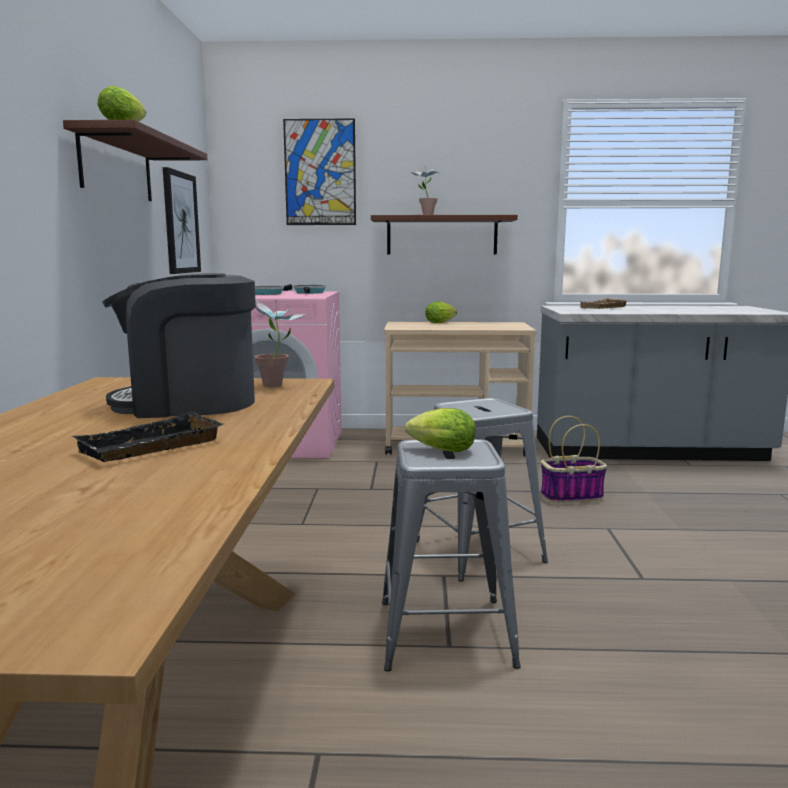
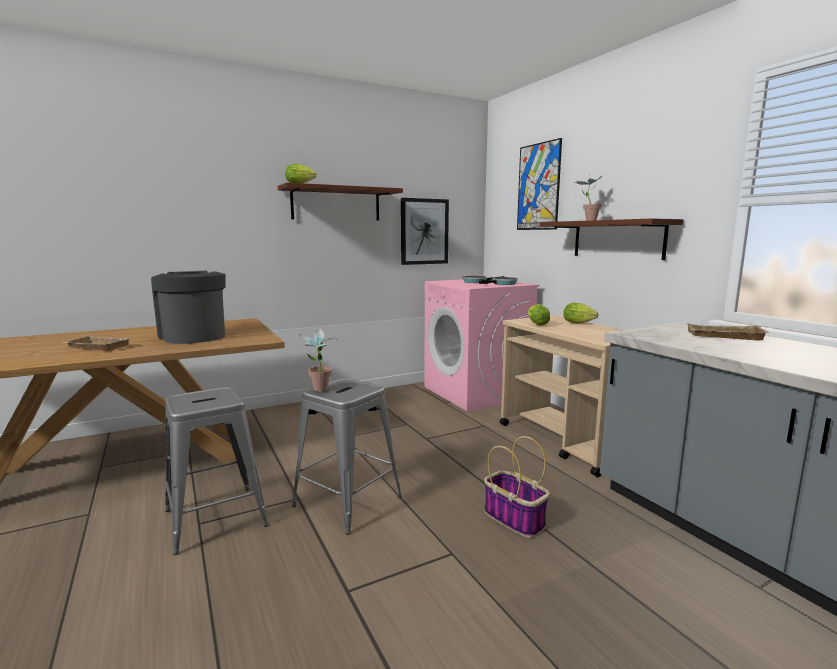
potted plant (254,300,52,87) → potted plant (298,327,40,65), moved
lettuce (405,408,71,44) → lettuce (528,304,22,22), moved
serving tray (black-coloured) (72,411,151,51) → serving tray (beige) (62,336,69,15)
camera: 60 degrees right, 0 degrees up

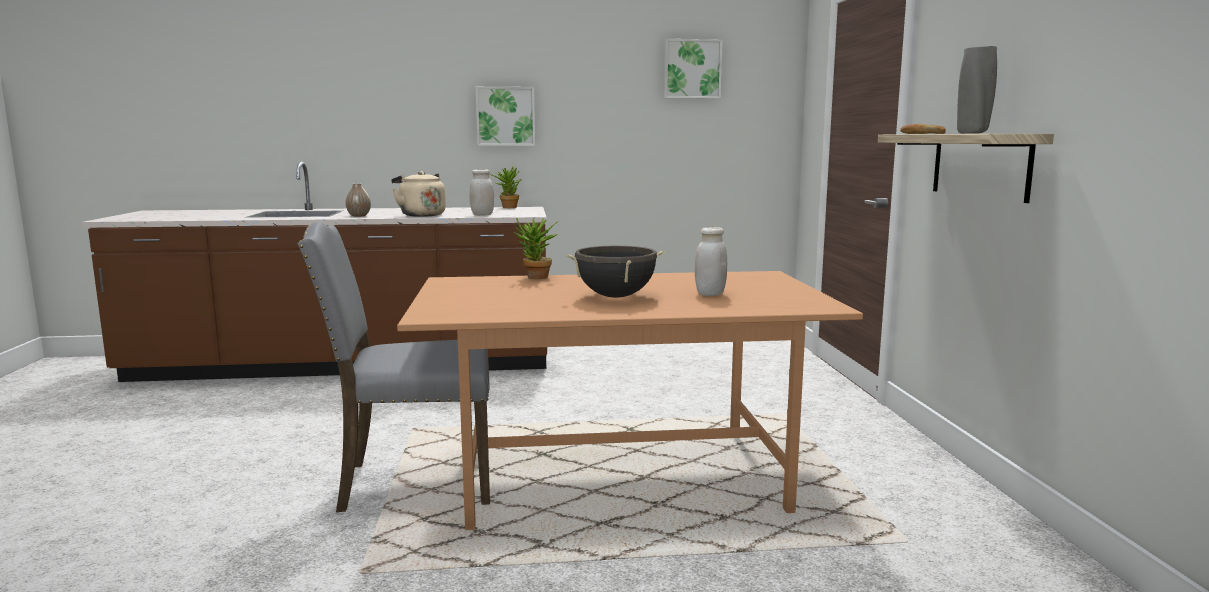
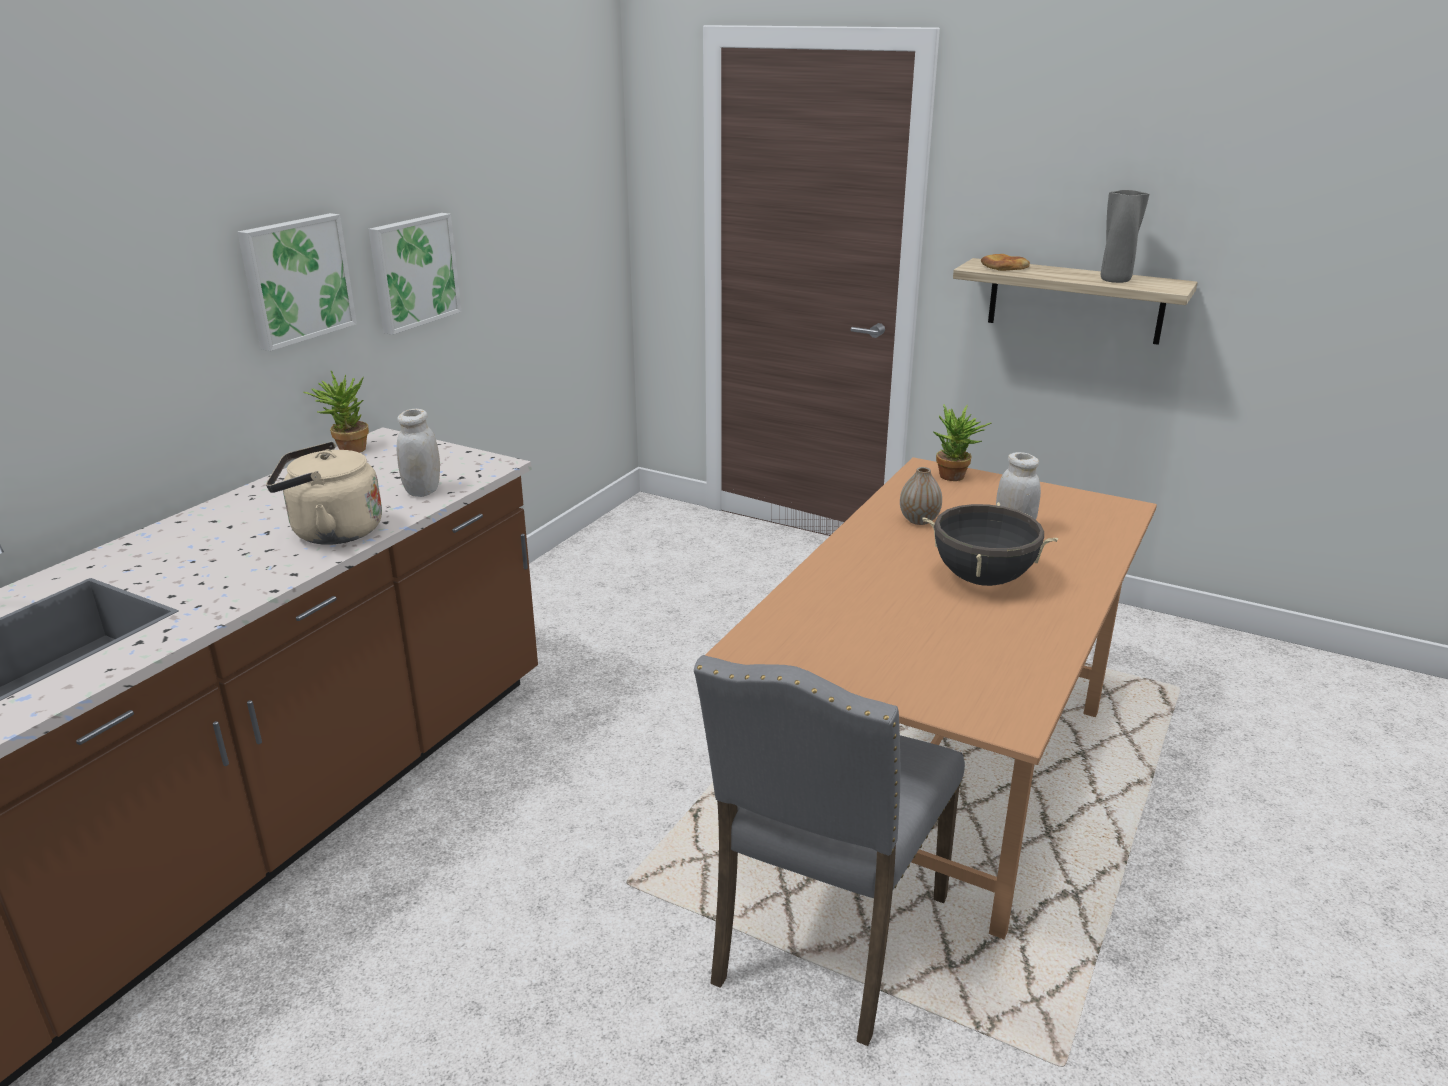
flower vase (346,184,25,33) → flower vase (900,467,42,58), moved
potted plant (514,218,45,61) → potted plant (933,404,58,77), moved
wall art (664,39,59,60) → wall art (368,213,94,122), moved
camera: 55 degrees left, 15 degrees up

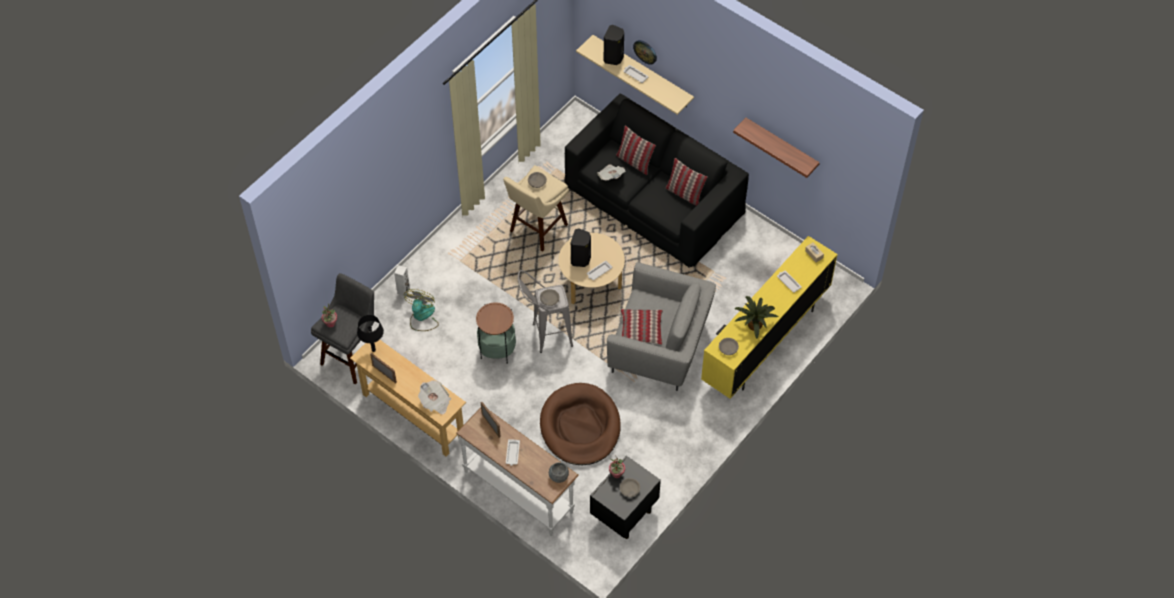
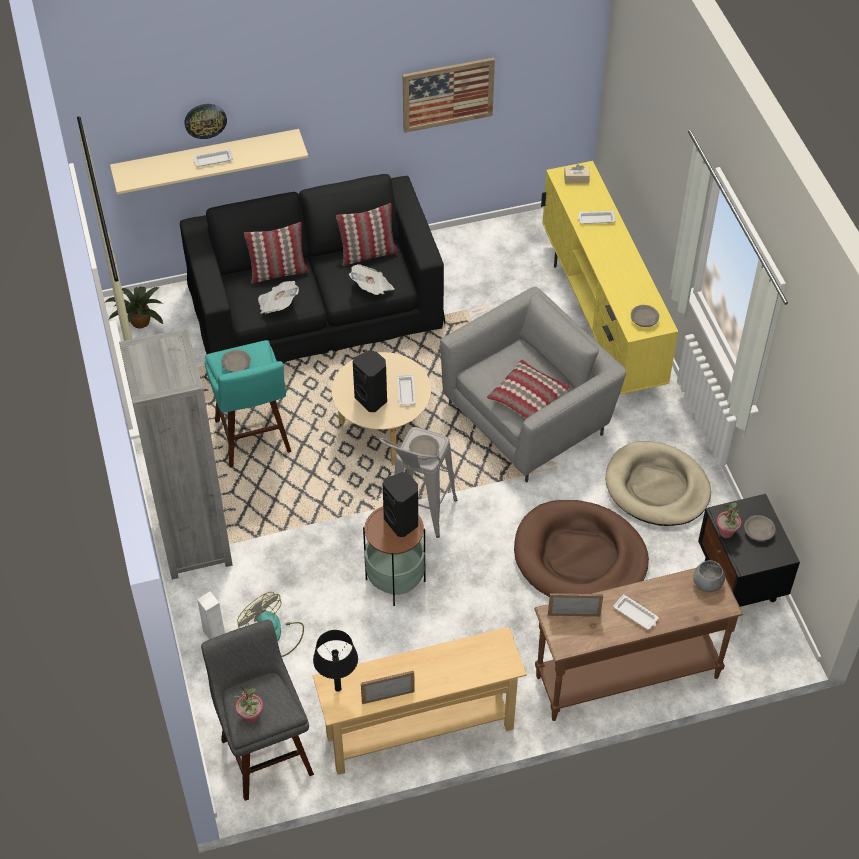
- → bookcase (gray) (119,328,114,252)
- → pet bed (beige) (605,441,106,85)
newspaper (418,380,33,35) → newspaper (349,264,45,31), moved
speaker (black-coloured) (604,25,20,40) → speaker (black-coloured) (383,472,35,65), moved
potted plant (734,296,44,43) → potted plant (105,287,58,41), moved
shelf (733,118,87,60) → wall art (403,58,92,75)
hall table (white) (456,408,123,128) → hall table (brown) (534,562,209,159)
stool (beige) (503,165,66,87) → stool (turquoise-coloured) (205,340,86,127)
camera: 55 degrees left, 5 degrees down

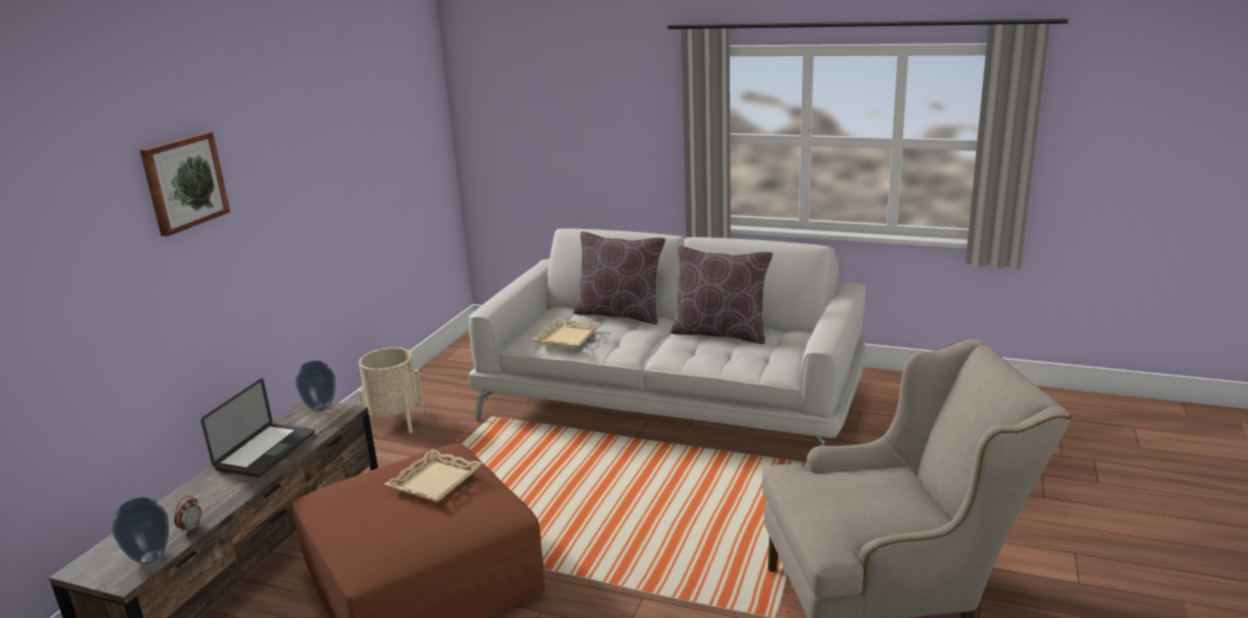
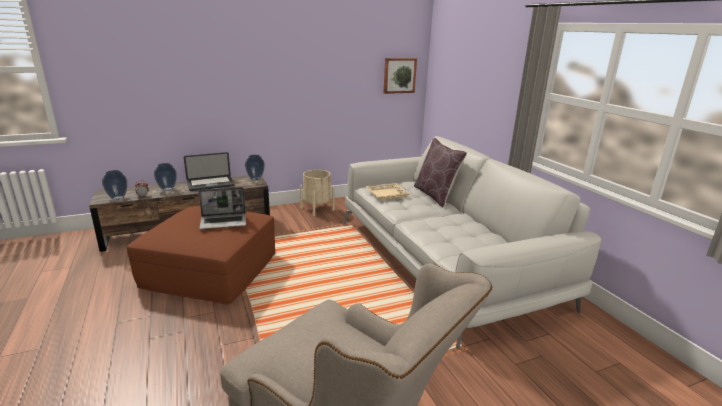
pillow (brown) (670,246,103,98) → -
- → flower vase (154,163,23,28)
wall art (140,132,90,104) → wall art (384,58,33,36), moved
serving tray (beige) (385,449,98,53) → portable computer (198,187,48,42)
camera: 45 degrees right, 0 degrees up

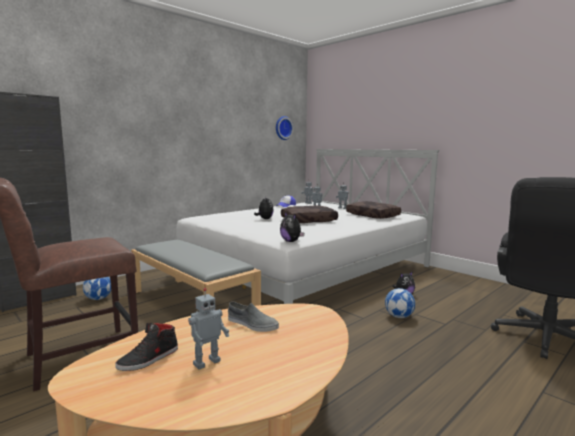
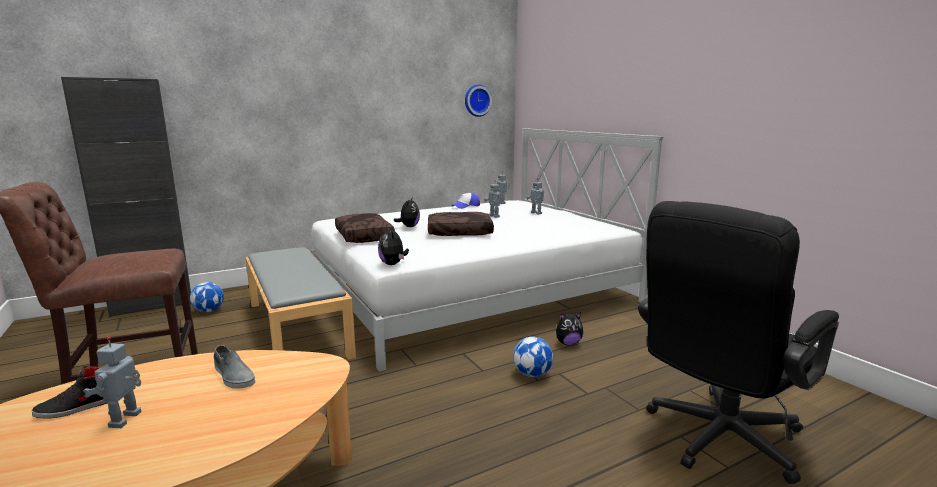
pillow (brown) (346,201,55,18) → pillow (brown) (335,213,60,30), moved
model robot (188,288,41,81) → model robot (83,337,58,91), 120 degrees clockwise
camera: 15 degrees right, 5 degrees up

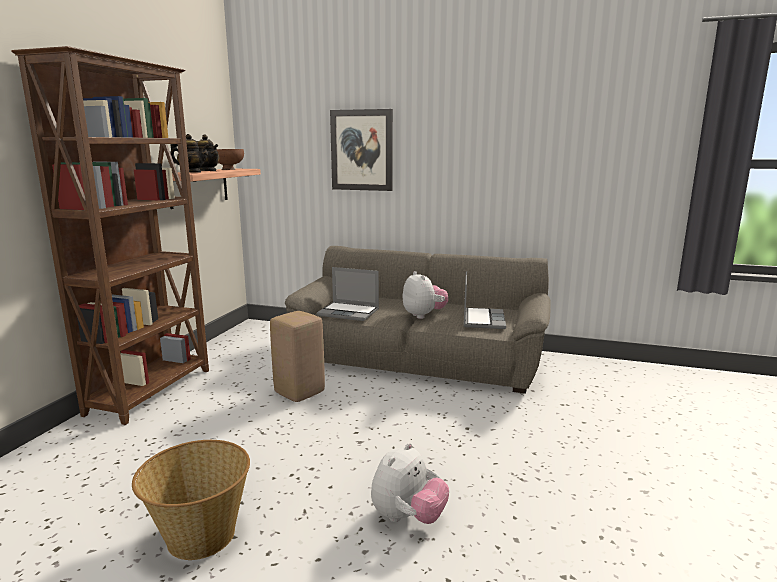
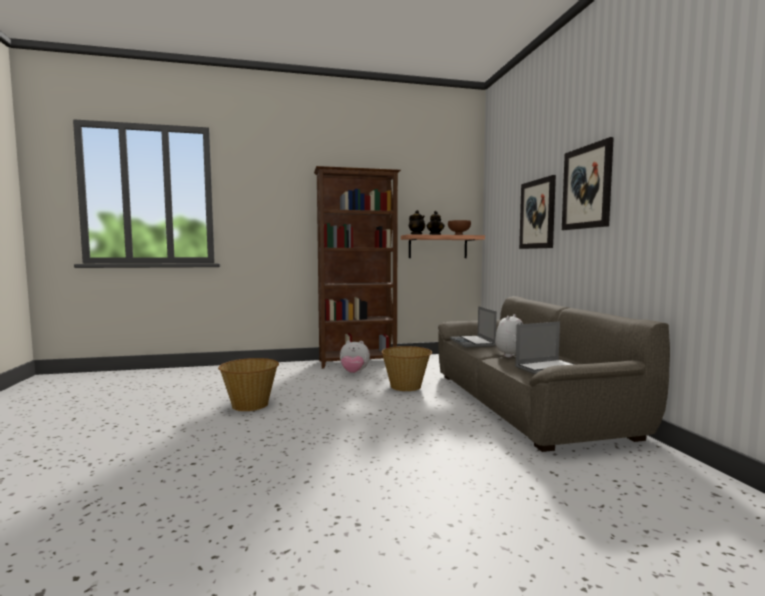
- → wall art (562,137,52,93)
soft toy (371,443,78,81) → soft toy (340,340,30,33), moved
stool (beige) (270,311,55,91) → storage basket (381,346,51,45)
camera: 60 degrees right, 10 degrees down

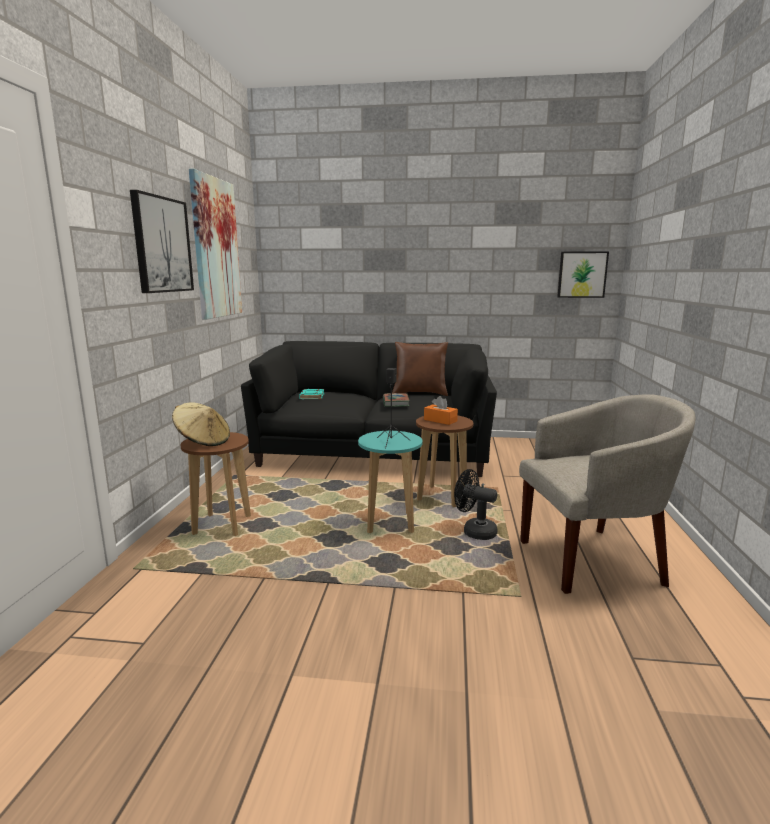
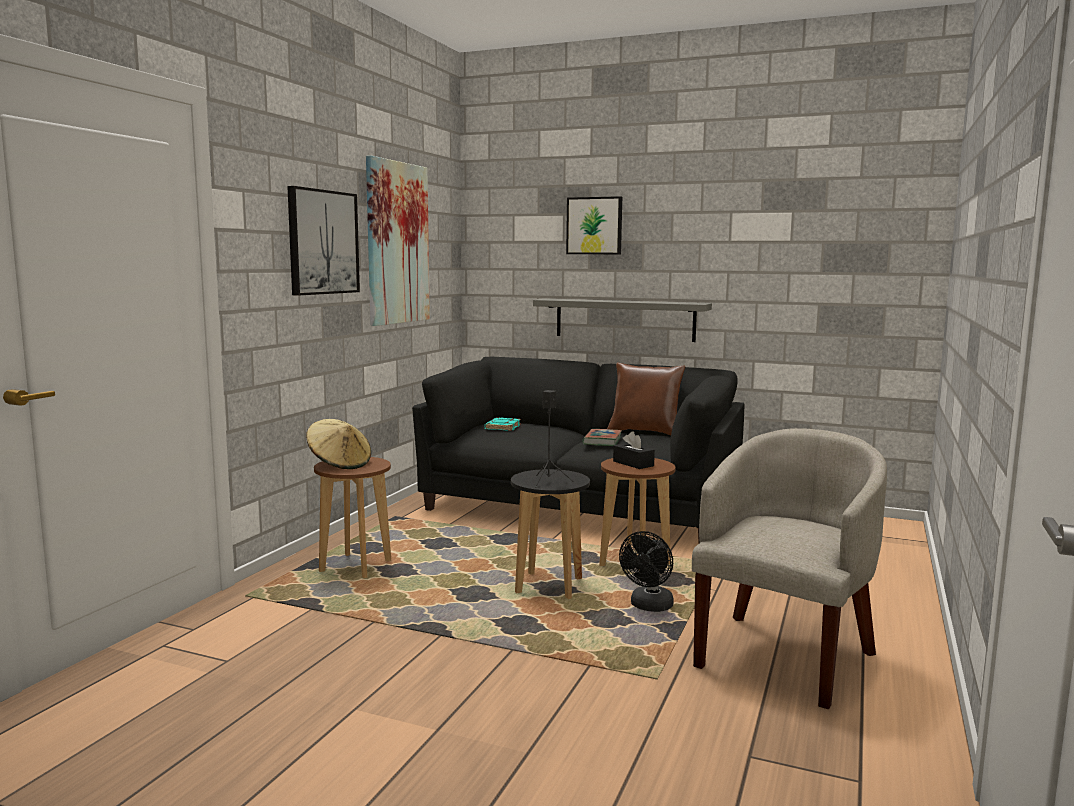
- → shelf (gray) (533,299,179,43)
wall art (557,251,52,47) → wall art (566,196,56,59), moved
stool (turquoise-coloured) (358,431,64,102) → stool (black-coloured) (511,469,79,130)
tissue box (orangey) (424,396,34,29) → tissue box (black-coloured) (613,432,42,37)
fan (black-coloured) (454,469,43,71) → fan (black-coloured) (619,531,55,81), 105 degrees counterclockwise
lounge chair (beige) (519,394,177,200) → lounge chair (beige) (692,428,195,281), 60 degrees counterclockwise
camera: 15 degrees right, 5 degrees down

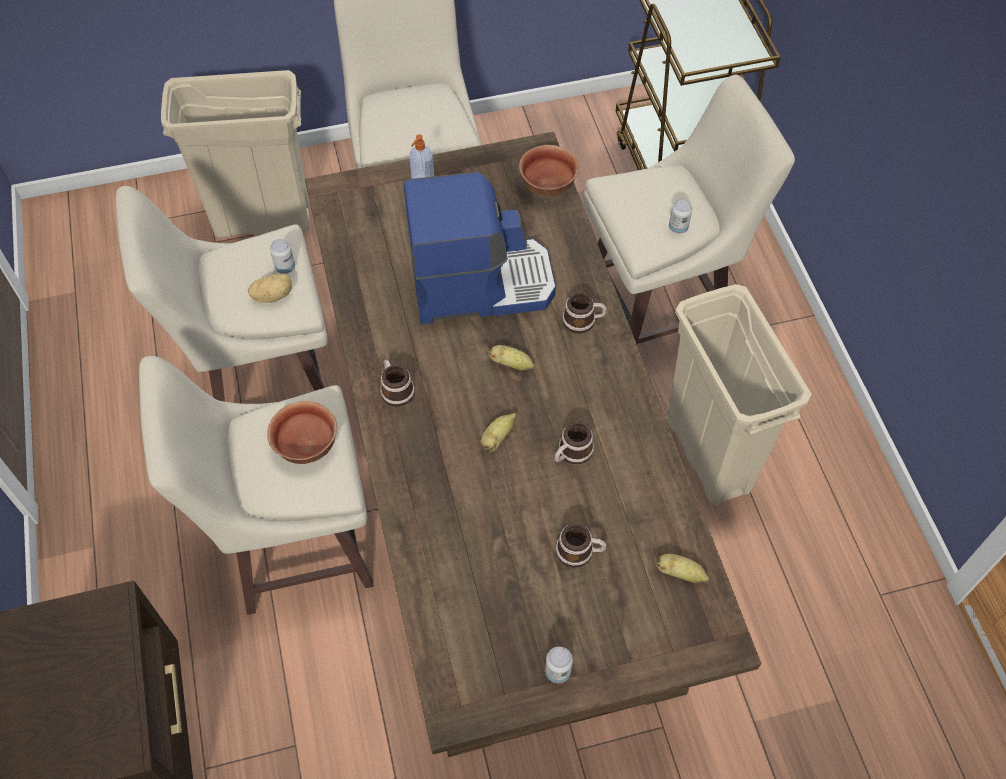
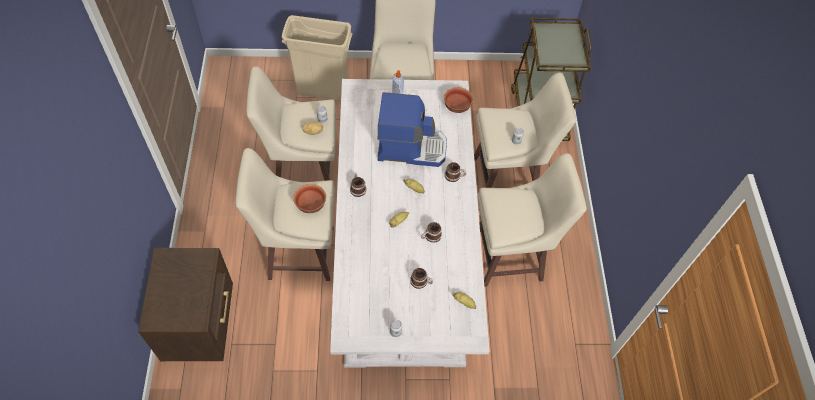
rubbish bin (beige) (667,284,145,221) → stool (beige) (477,153,110,134)
dinner table (brown) (305,132,456,625) → dinner table (white) (330,79,160,289)
camera: 10 degrees right, 0 degrees up

